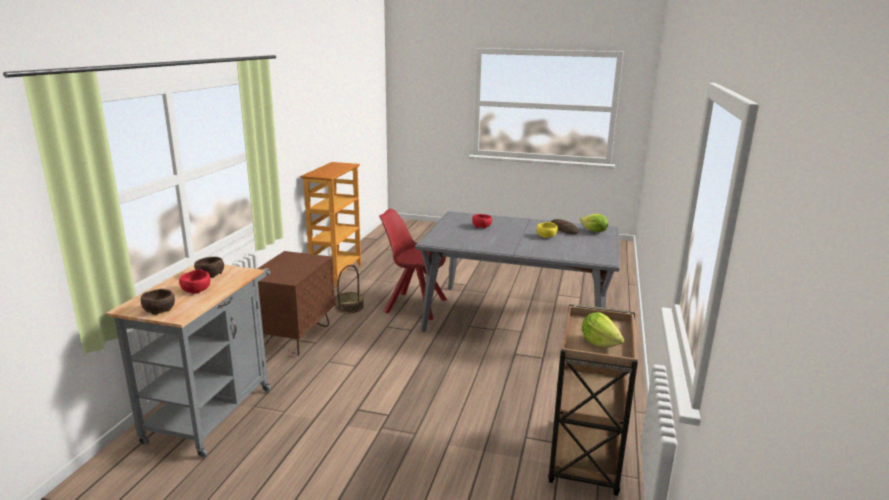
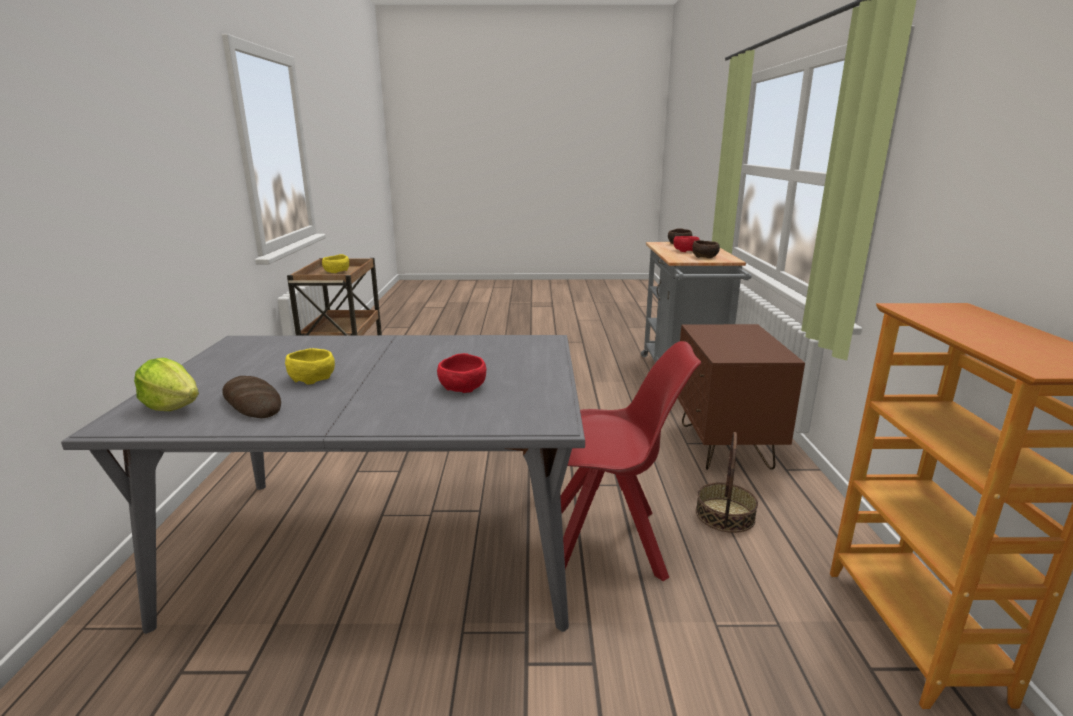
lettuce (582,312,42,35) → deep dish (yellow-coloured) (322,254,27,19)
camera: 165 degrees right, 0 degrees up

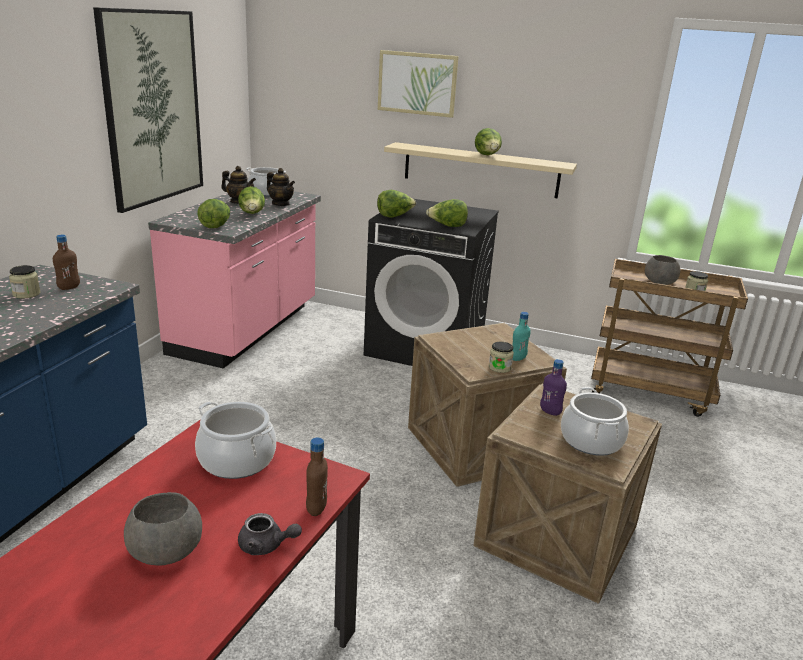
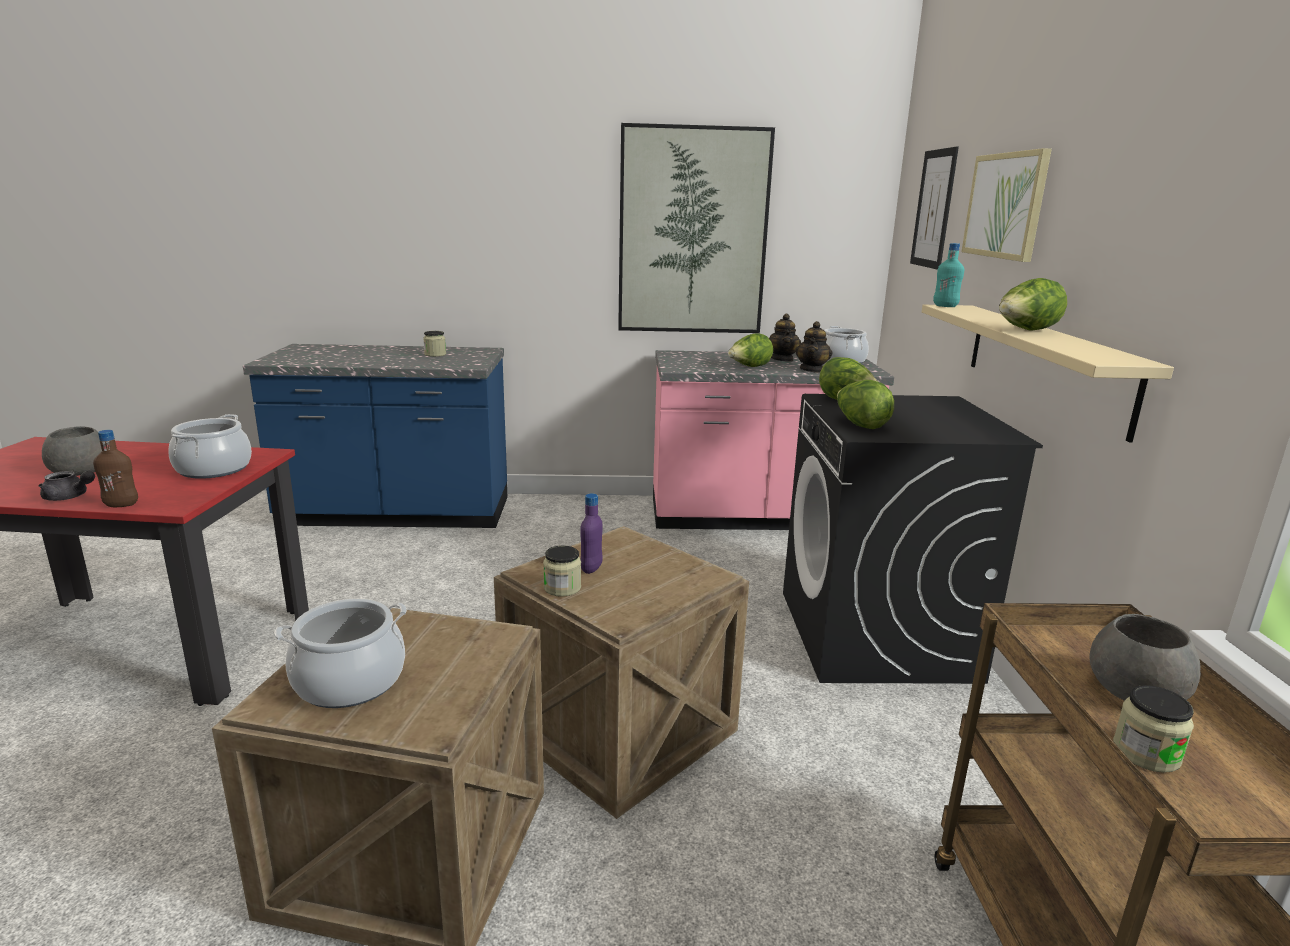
drink bottle (brown) (53,235,27,55) → -
lettuce (197,199,33,29) → -
- → wall art (910,147,49,123)
drink bottle (turquoise-coloured) (512,312,19,49) → drink bottle (turquoise-coloured) (933,243,31,64), moved
drink bottle (purple) (540,359,27,57) → drink bottle (purple) (580,493,23,81), moved
teapot (gray) (238,513,64,42) → teapot (gray) (39,471,56,30), 75 degrees counterclockwise
camera: 70 degrees right, 5 degrees down

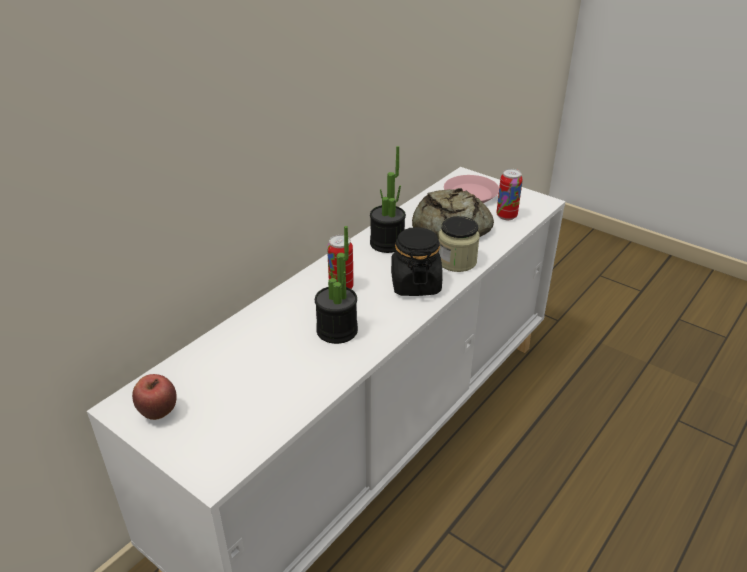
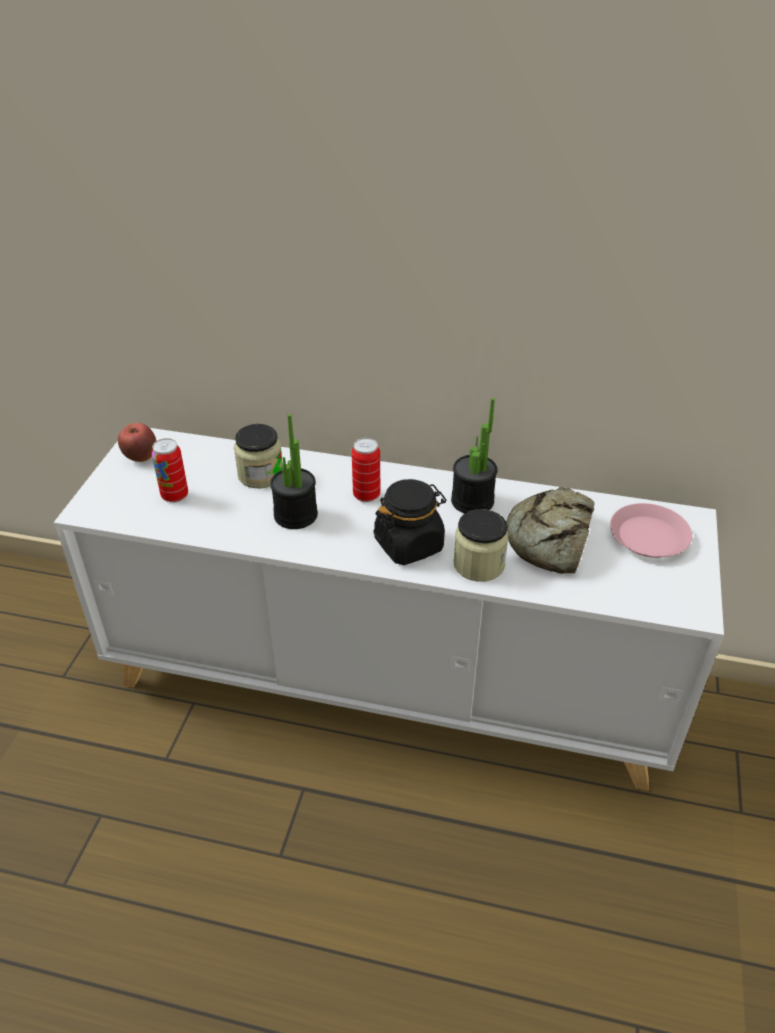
- → jar (234,424,49,65)
sealed can (496,169,27,51) → sealed can (152,438,36,65), moved
camera: 65 degrees right, 5 degrees up

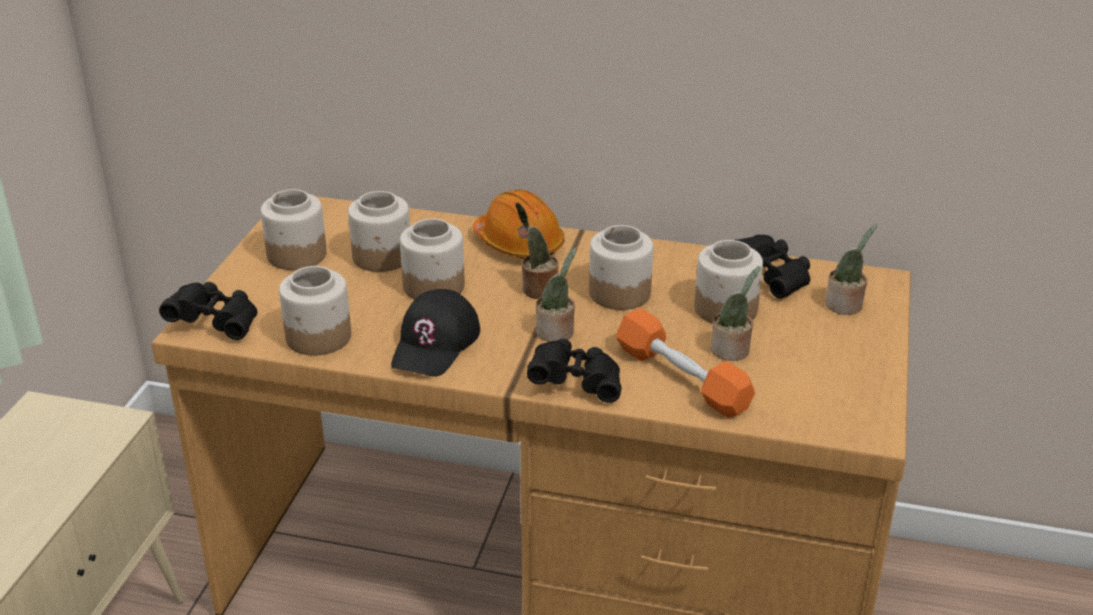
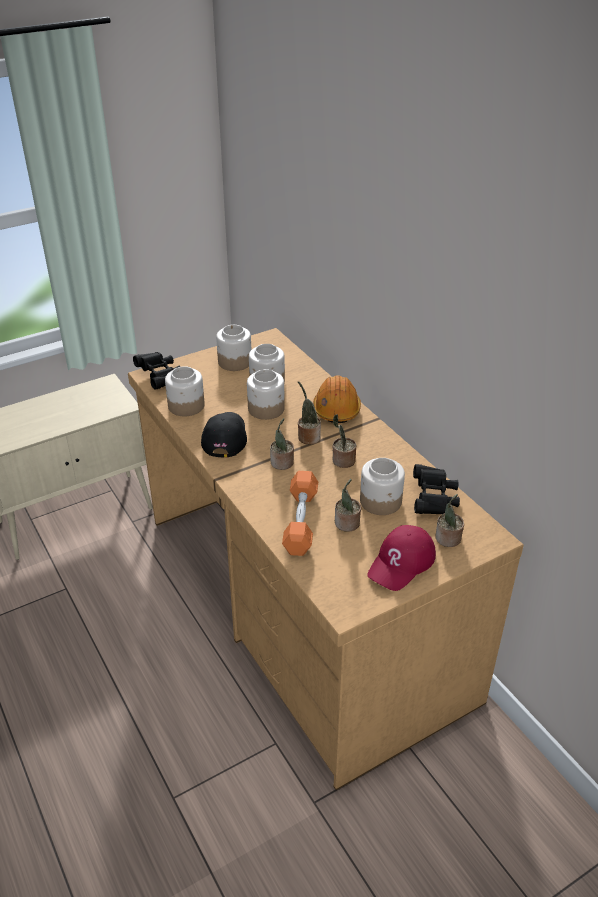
field glasses (black-coloured) (527,339,95,64) → -
- → peaked cap (reddish) (367,525,69,66)
jar (589,225,64,85) → potted plant (333,414,23,54)
peaked cap (black-coloured) (391,289,89,88) → peaked cap (black-coloured) (201,412,46,46), 120 degrees clockwise
camera: 45 degrees right, 5 degrees up

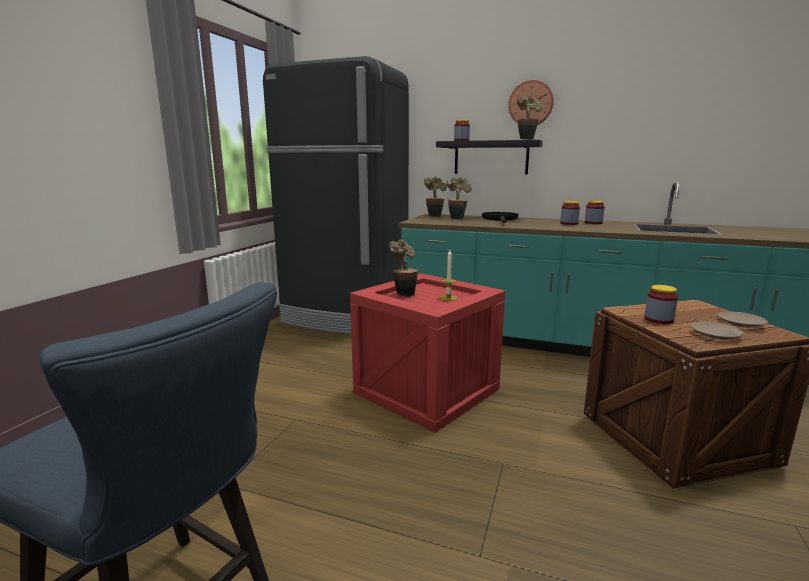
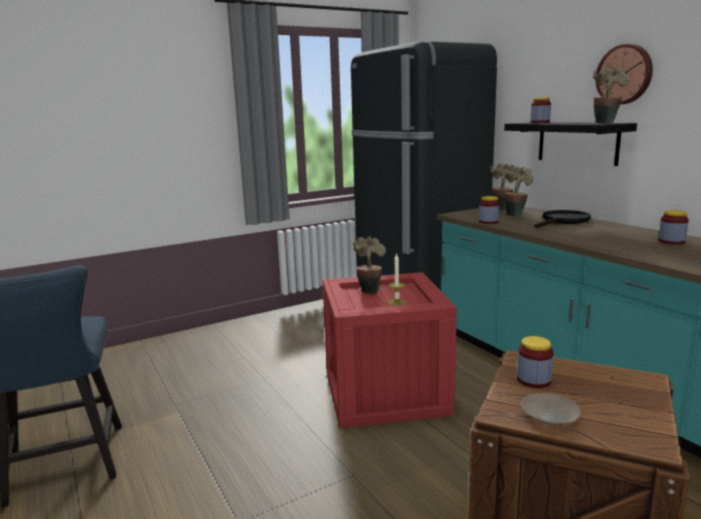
dinner plate (beige) (717,311,51,17) → -
jar (560,201,20,24) → jar (479,196,21,28), moved
camera: 40 degrees right, 0 degrees up

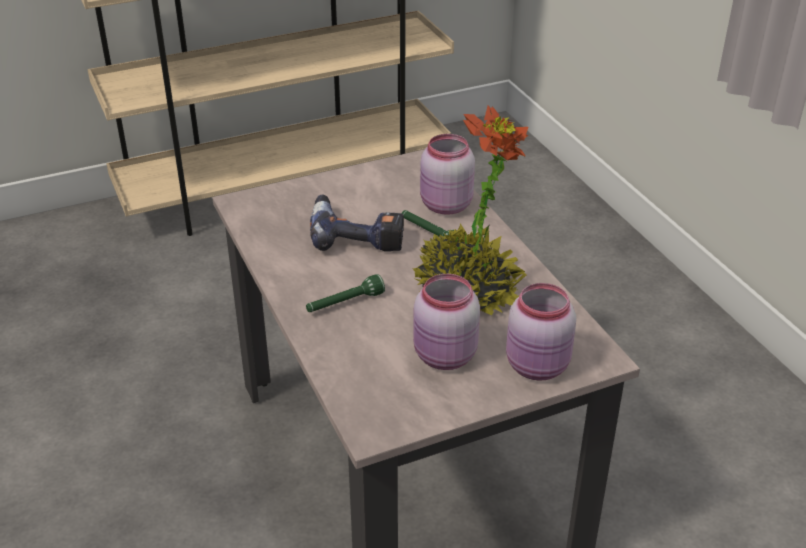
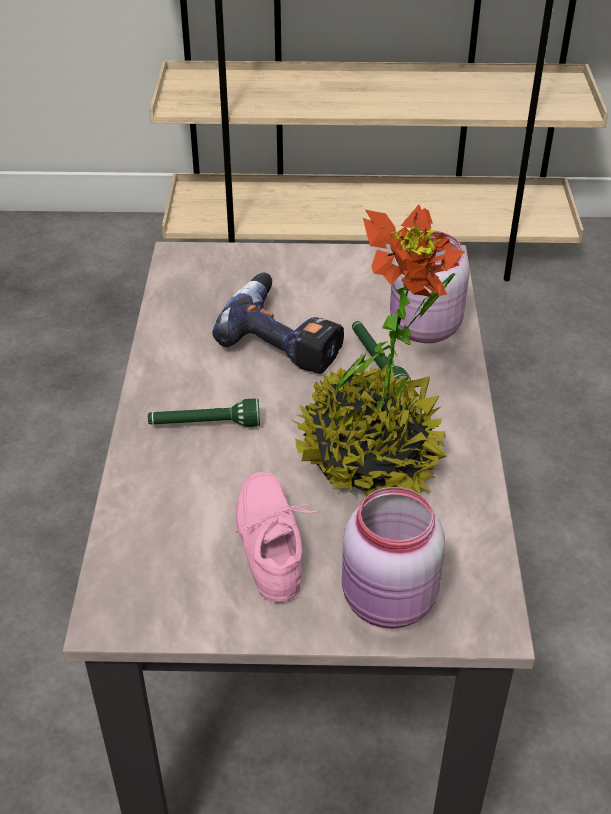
jar (pink) (413,274,67,96) → low shoe (pink) (236,472,83,131)
camera: 25 degrees right, 5 degrees up

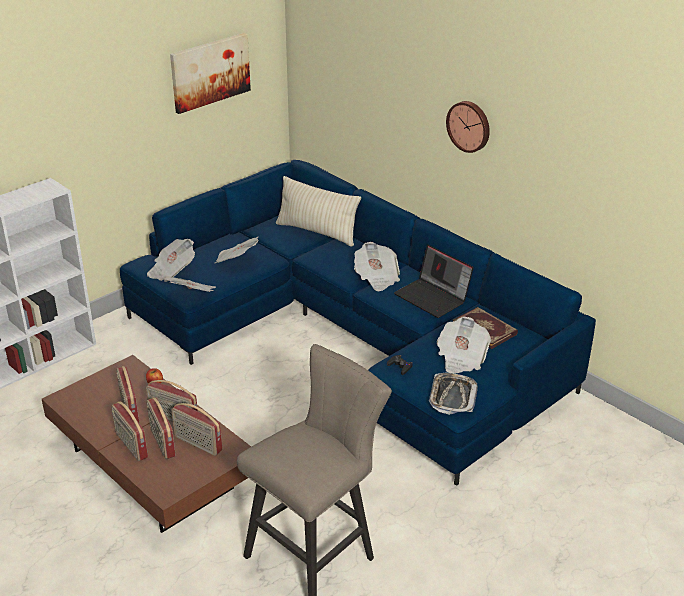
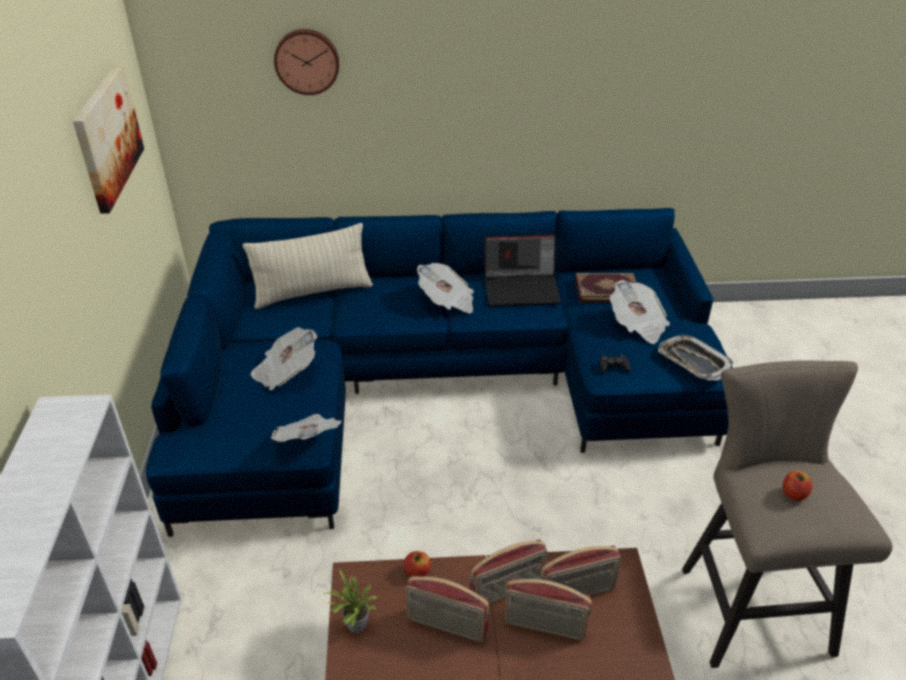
radio receiver (111,401,37,60) → -
newspaper (147,239,48,43) → -
- → potted plant (325,570,53,63)
- → apple (783,471,30,30)
clock on the wall (446,101,44,52) → clock on the wall (274,29,65,66), moved
camera: 50 degrees left, 5 degrees up

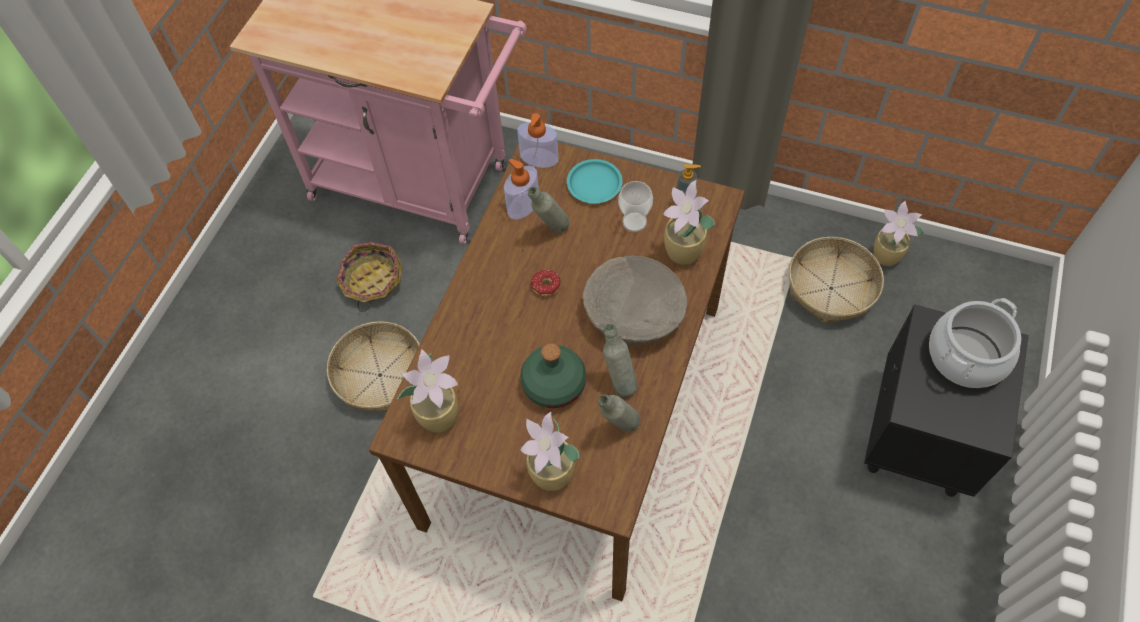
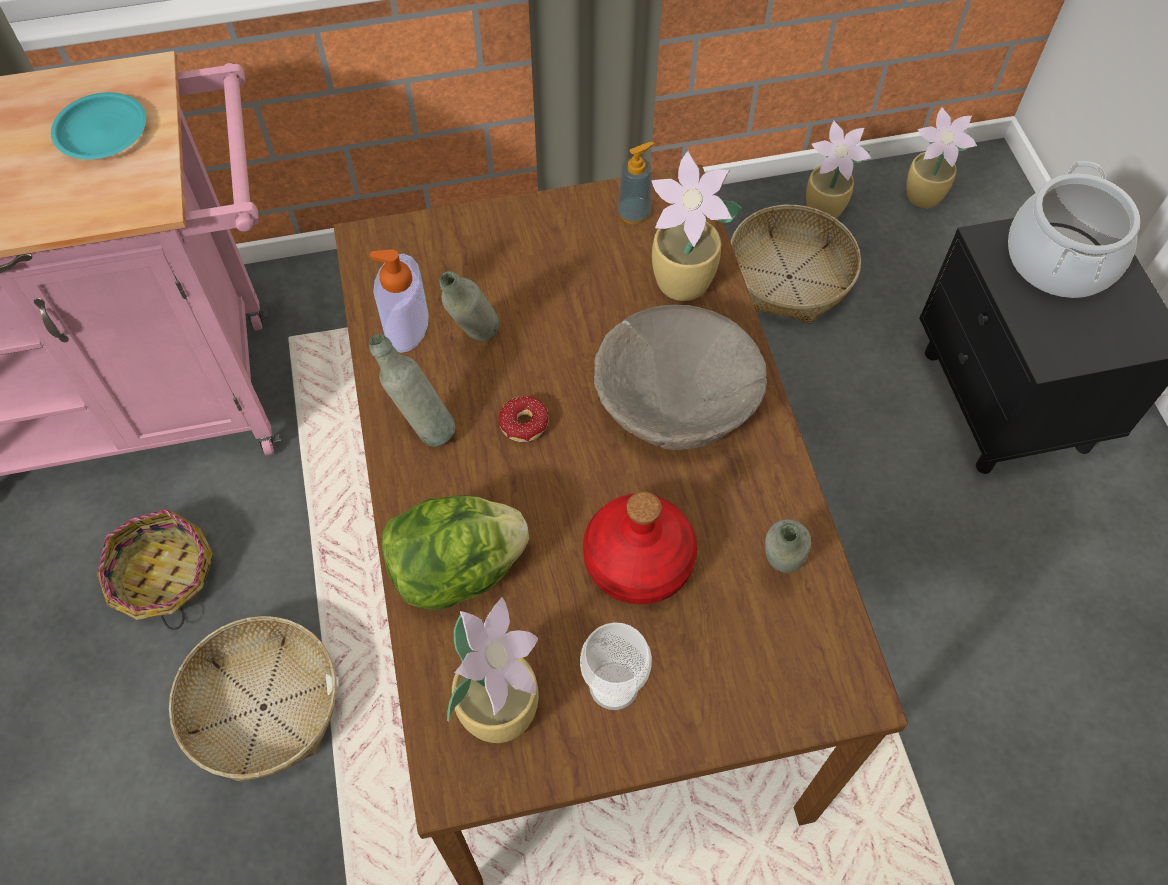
soap dispenser (517,113,41,55) → -
- → lettuce (382,495,147,115)
potted plant (520,412,59,79) → potted plant (906,107,71,101), moved
dinner plate (turquoise-coloured) (567,159,56,45) → dinner plate (turquoise-coloured) (51,92,95,67), moved
drink bottle (gray) (603,324,34,73) → drink bottle (gray) (369,334,86,113), moved
cup (618,181,35,51) → cup (580,623,72,87), moved
drink bottle (green-coloured) (520,343,66,65) → drink bottle (reddish) (583,491,114,114)
camera: 35 degrees left, 0 degrees up

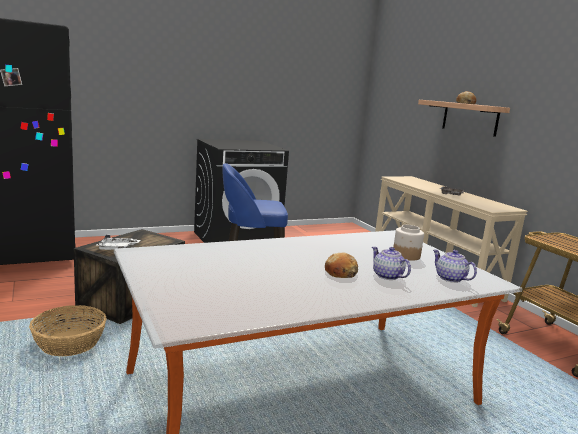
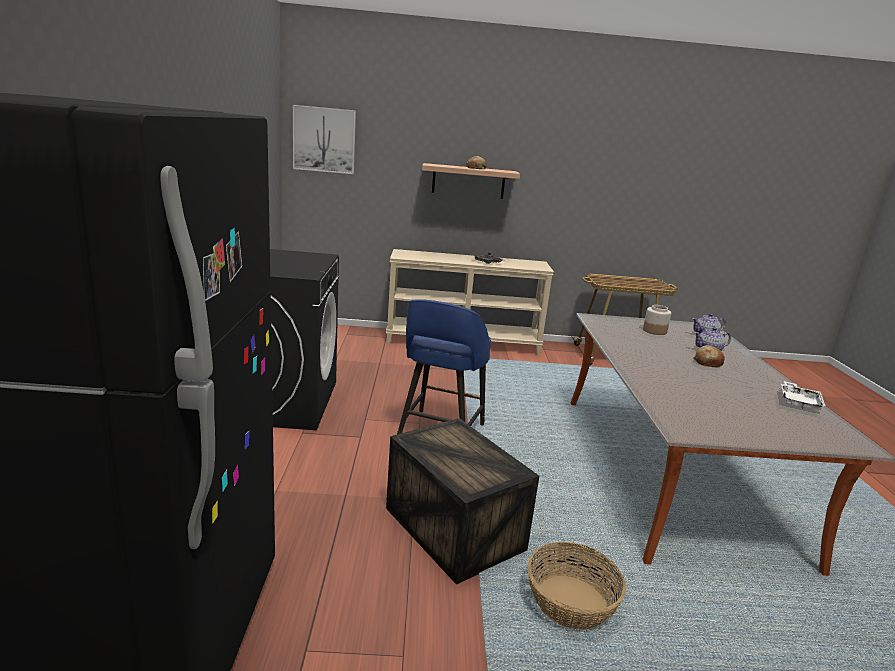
- → wall art (293,105,63,69)
serving tray (white) (97,235,43,15) → serving tray (white) (781,381,45,29), moved
camera: 65 degrees left, 5 degrees up

